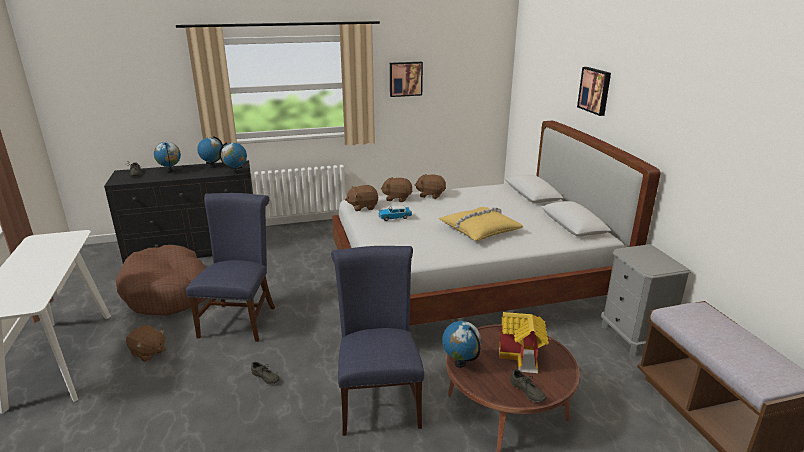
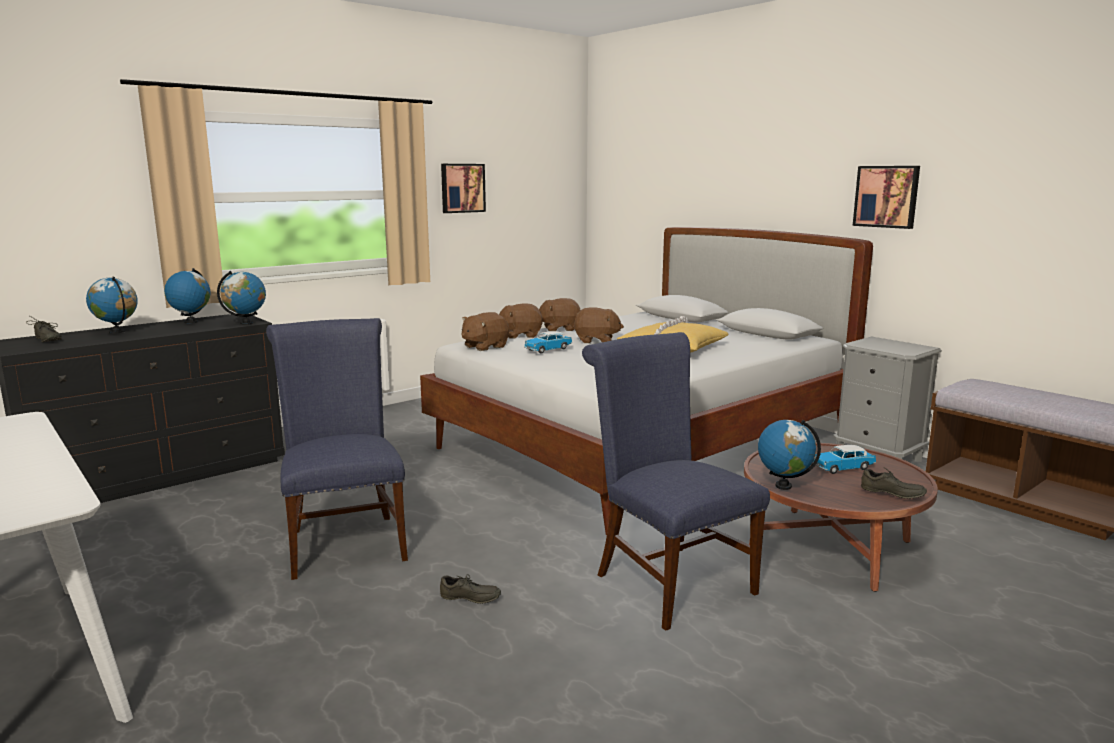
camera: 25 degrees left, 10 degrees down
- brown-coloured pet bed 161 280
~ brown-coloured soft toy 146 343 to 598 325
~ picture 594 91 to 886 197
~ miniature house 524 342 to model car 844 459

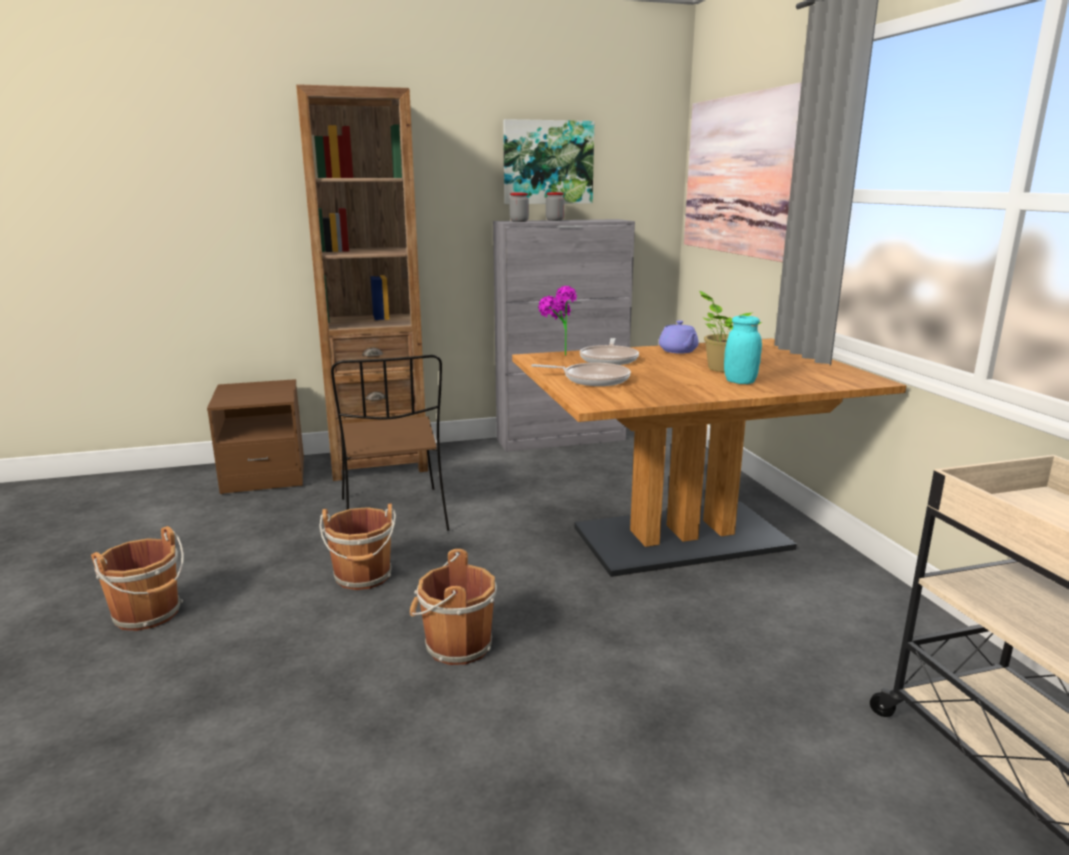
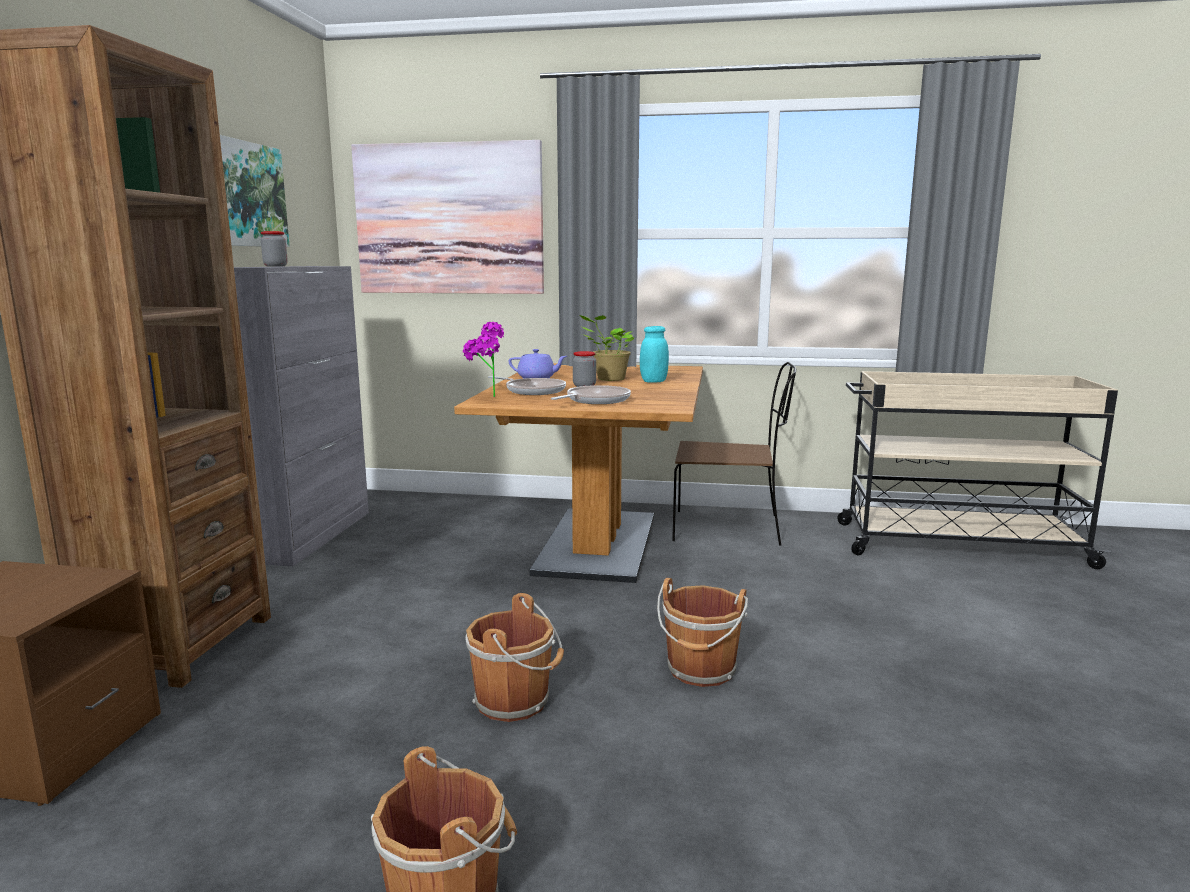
camera: 65 degrees left, 5 degrees down
~ brown-coloured chair 390 443 to 734 454
~ jar 519 207 to 584 369

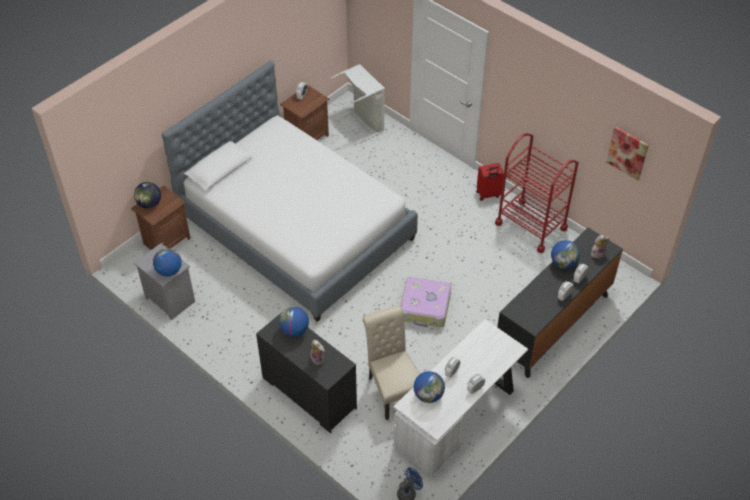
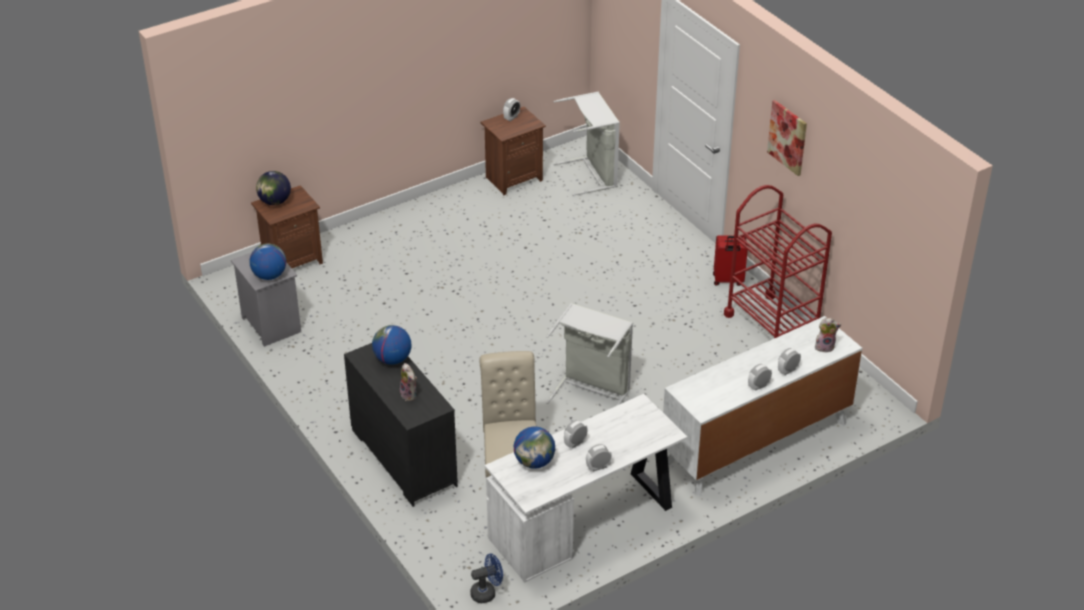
camera: 15 degrees right, 10 degrees down
- sleeping bed 290 191
- world globe 565 254
~ picture 627 153 to 787 138
~ travel case 425 302 to grey washing basket 589 354
~ black-coloured chest of drawers 560 303 to whitish chest of drawers 762 406

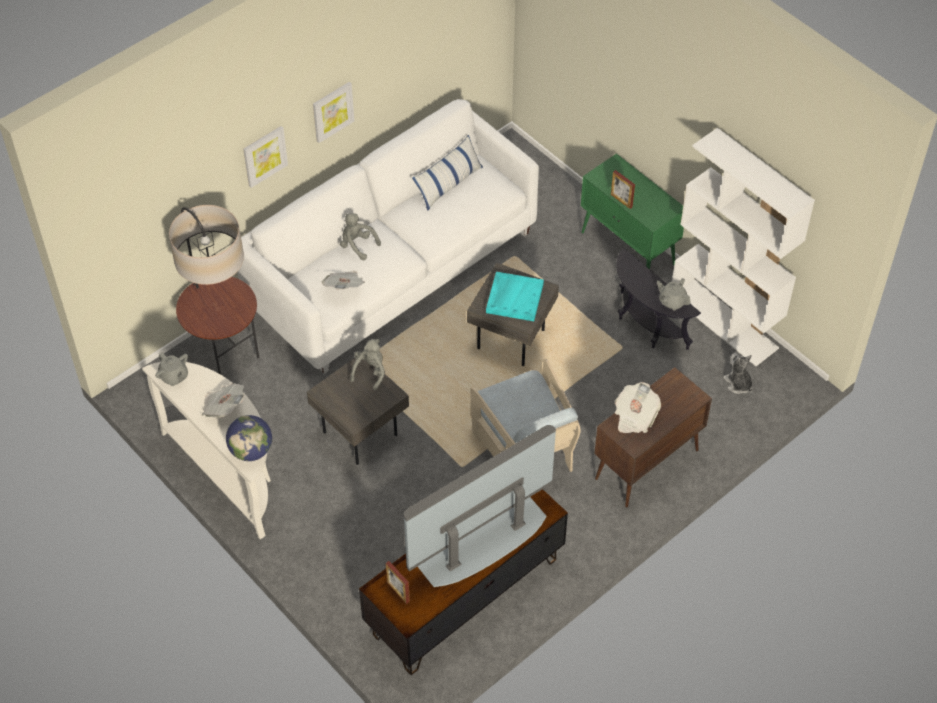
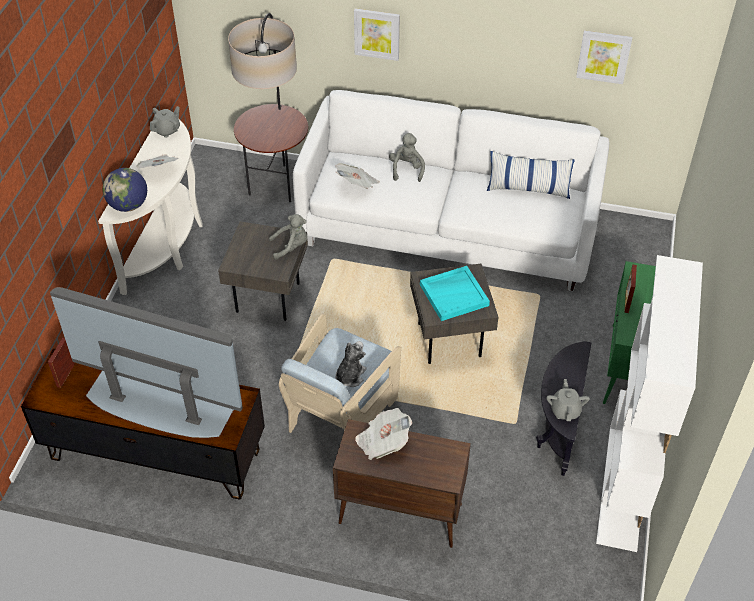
camera: 55 degrees right, 5 degrees down
~ picture 333 112 to 604 57
~ soft toy 738 373 to 351 364
~ grey pot for tea 171 369 = 165 122 150 degrees counterclockwise

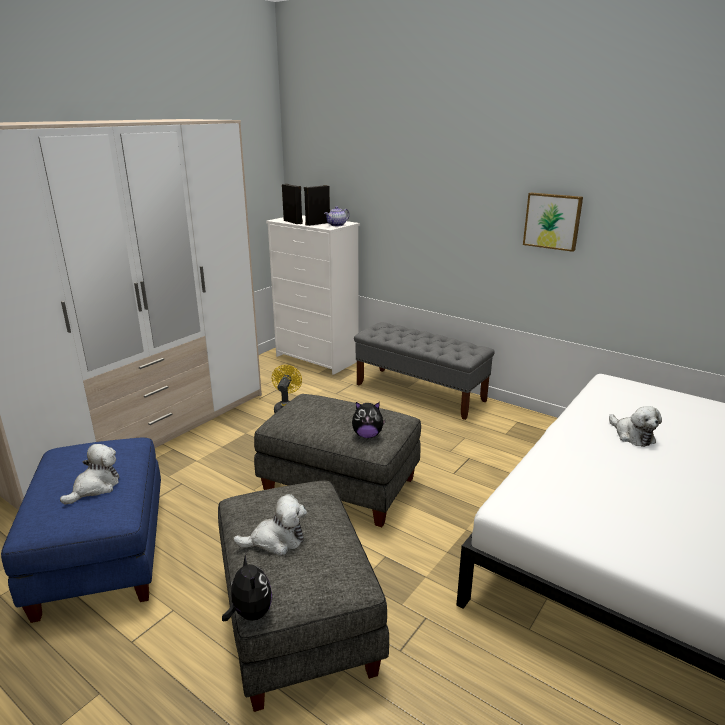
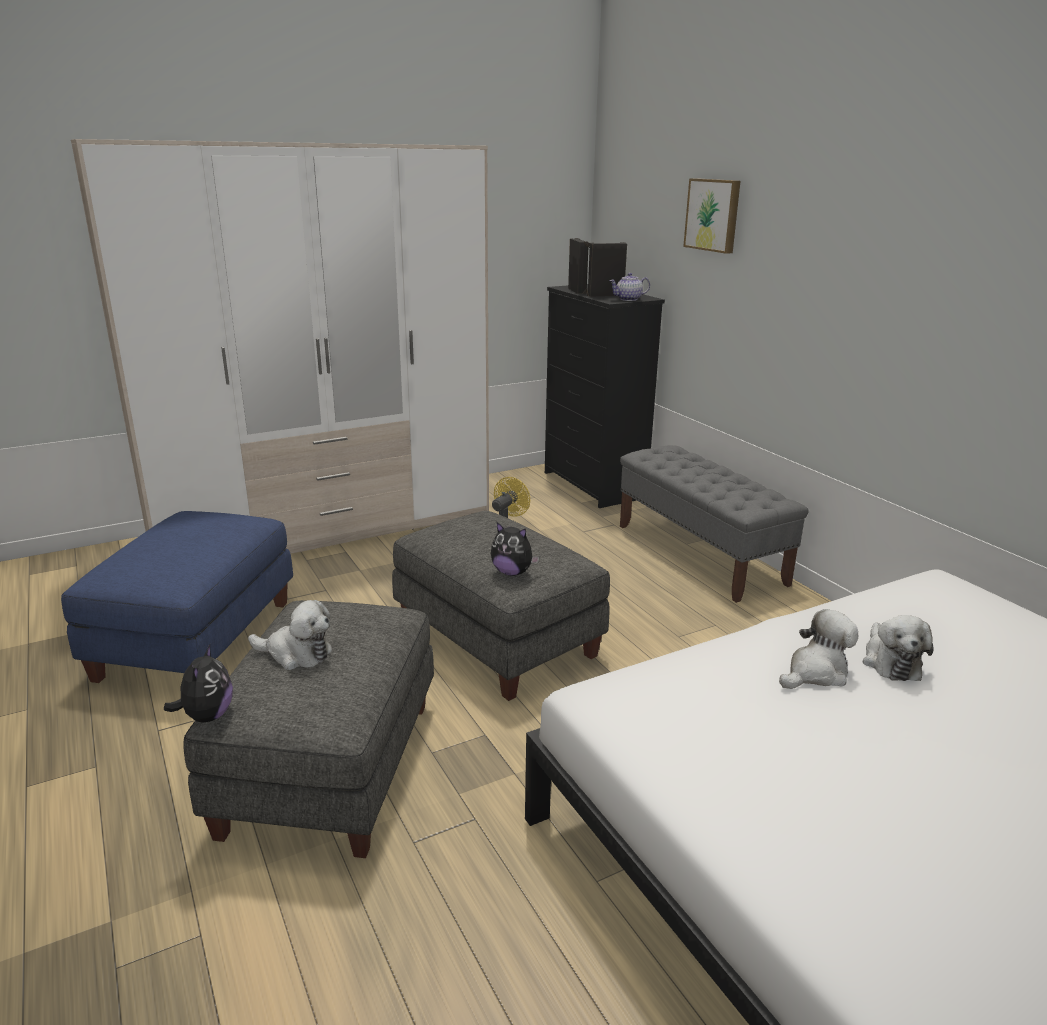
camera: 25 degrees right, 0 degrees up
~ soft toy 89 474 to 818 649
~ picture 553 222 to 712 216
~ whitish chest of drawers 313 295 to black-coloured chest of drawers 605 396

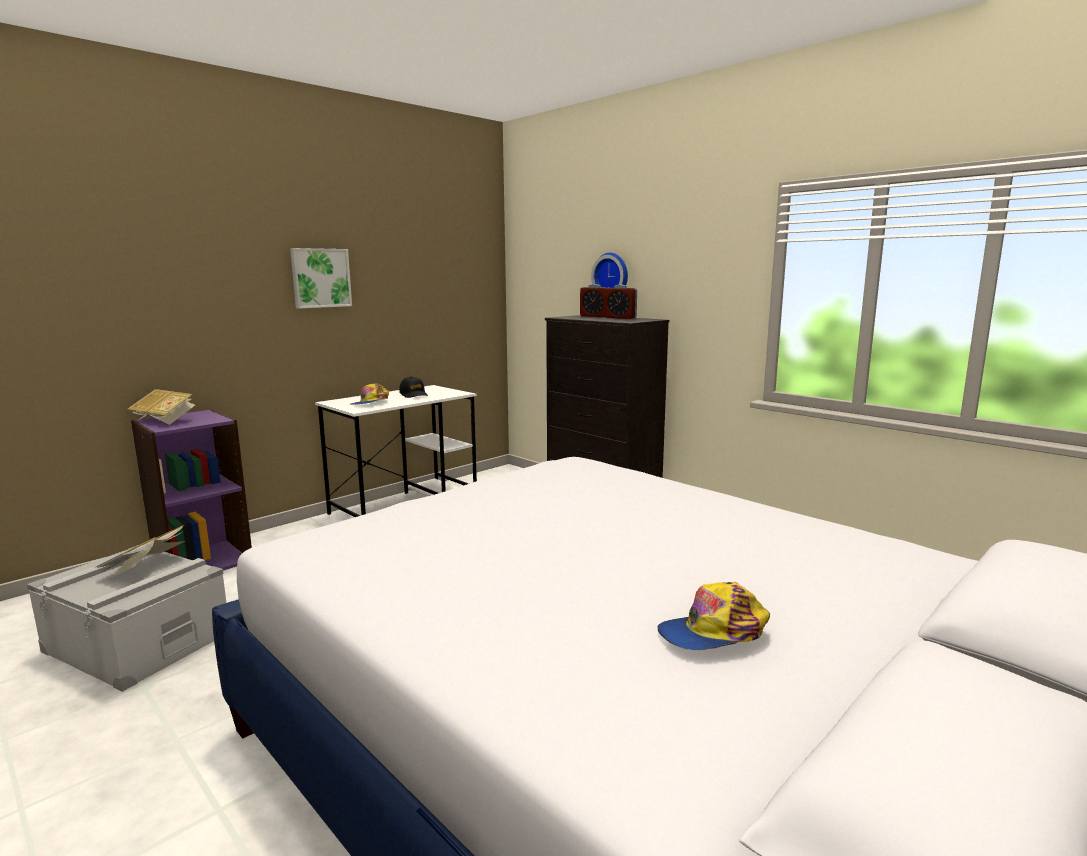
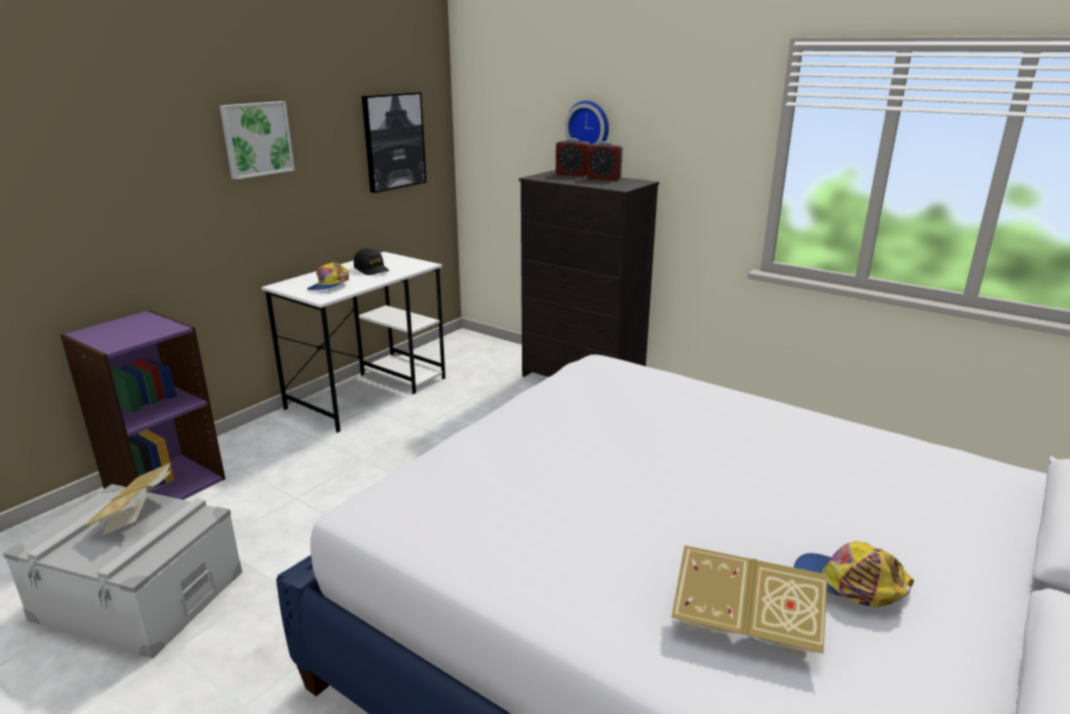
camera: 10 degrees left, 10 degrees up
+ picture 394 142
~ book 161 407 to 749 601
~ peaked cap 714 616 = 854 574 60 degrees clockwise

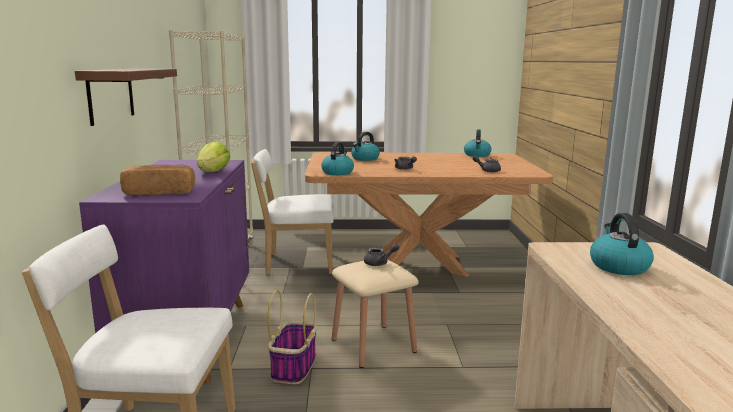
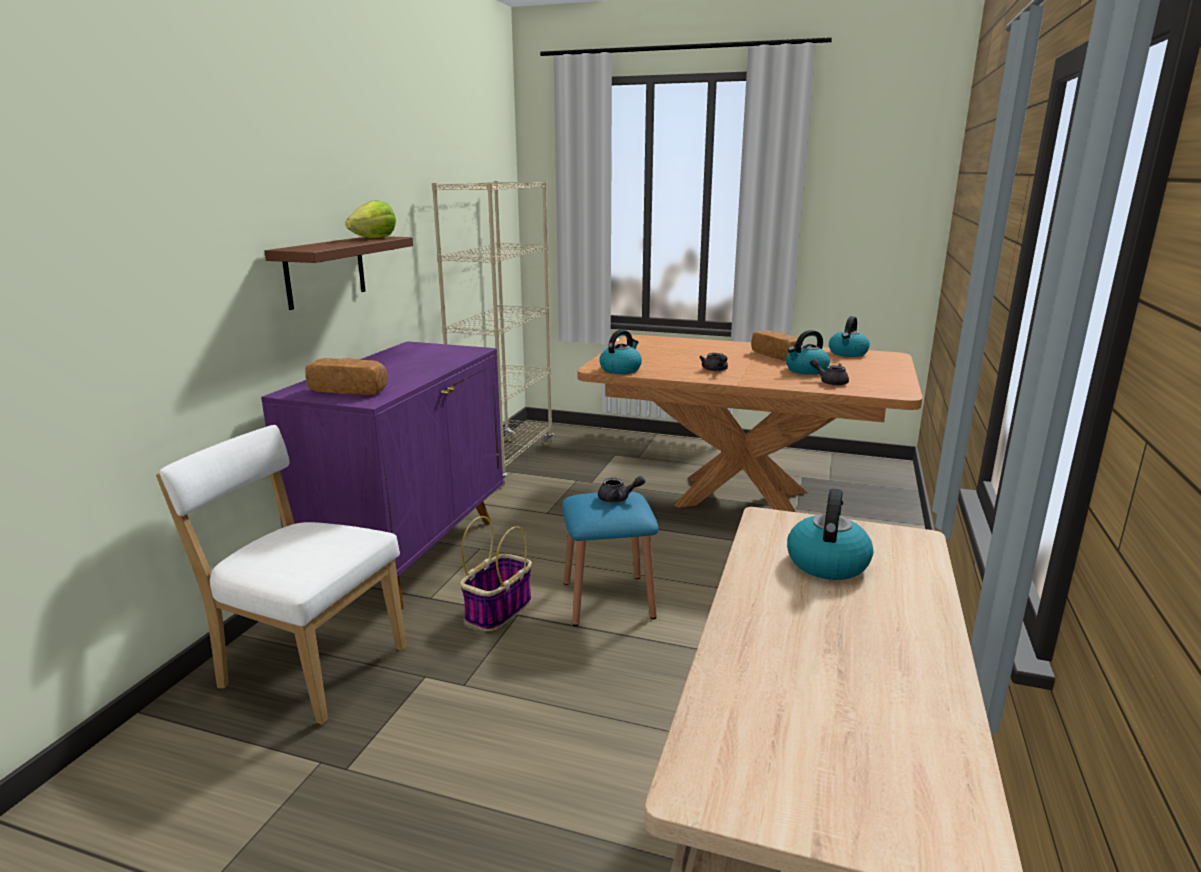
camera: 20 degrees right, 5 degrees up
- whitish chair 292 212
+ bakery bread 777 345
~ head of lettuce 213 156 to 370 219
~ water kettle 365 146 to 808 352
~ beige stool 375 314 to blue stool 610 559

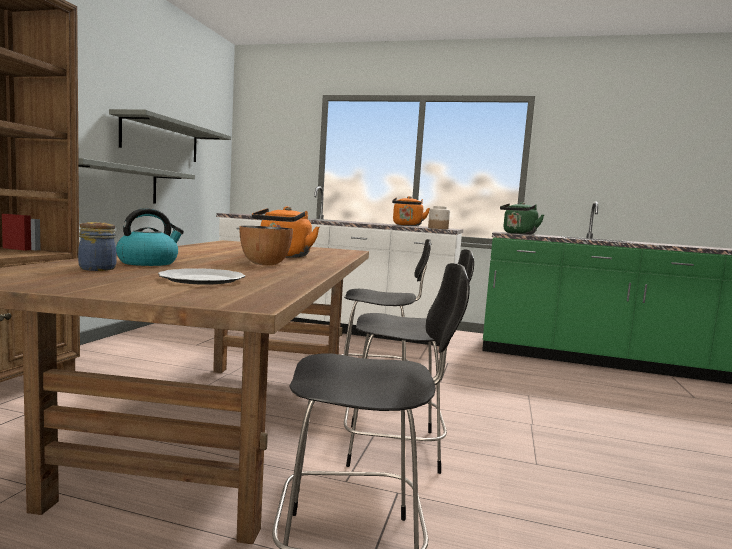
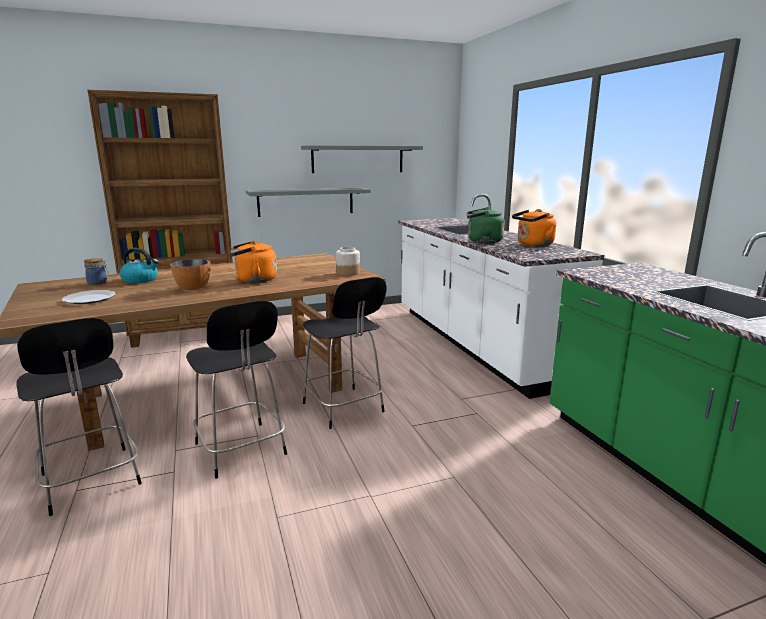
camera: 55 degrees right, 10 degrees up
~ jar 439 217 to 348 261
~ greenish water kettle 522 218 to 486 225

